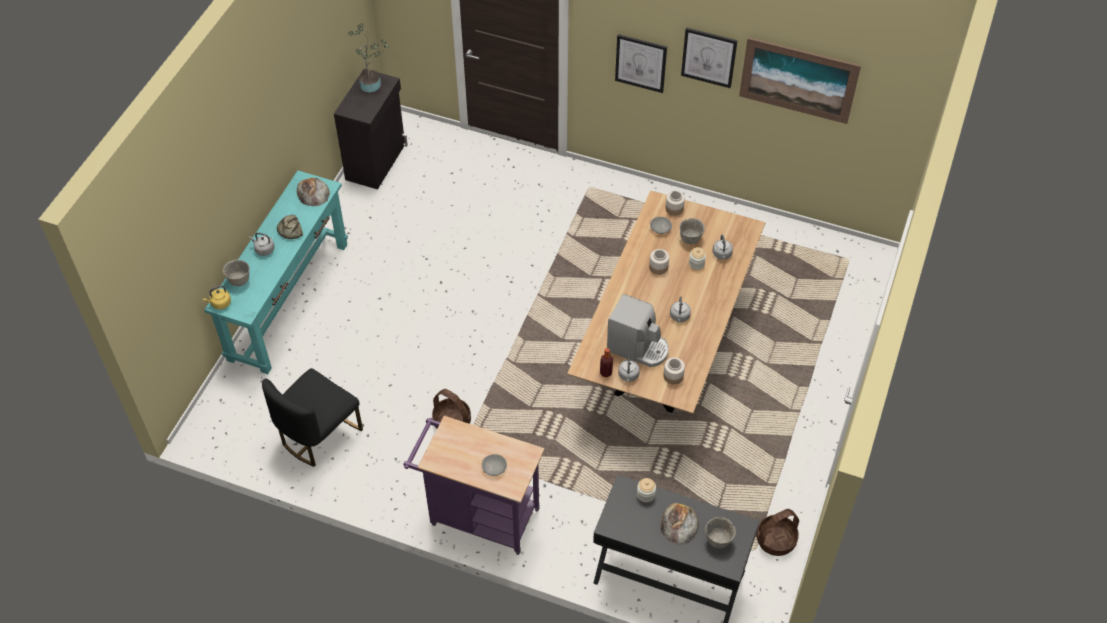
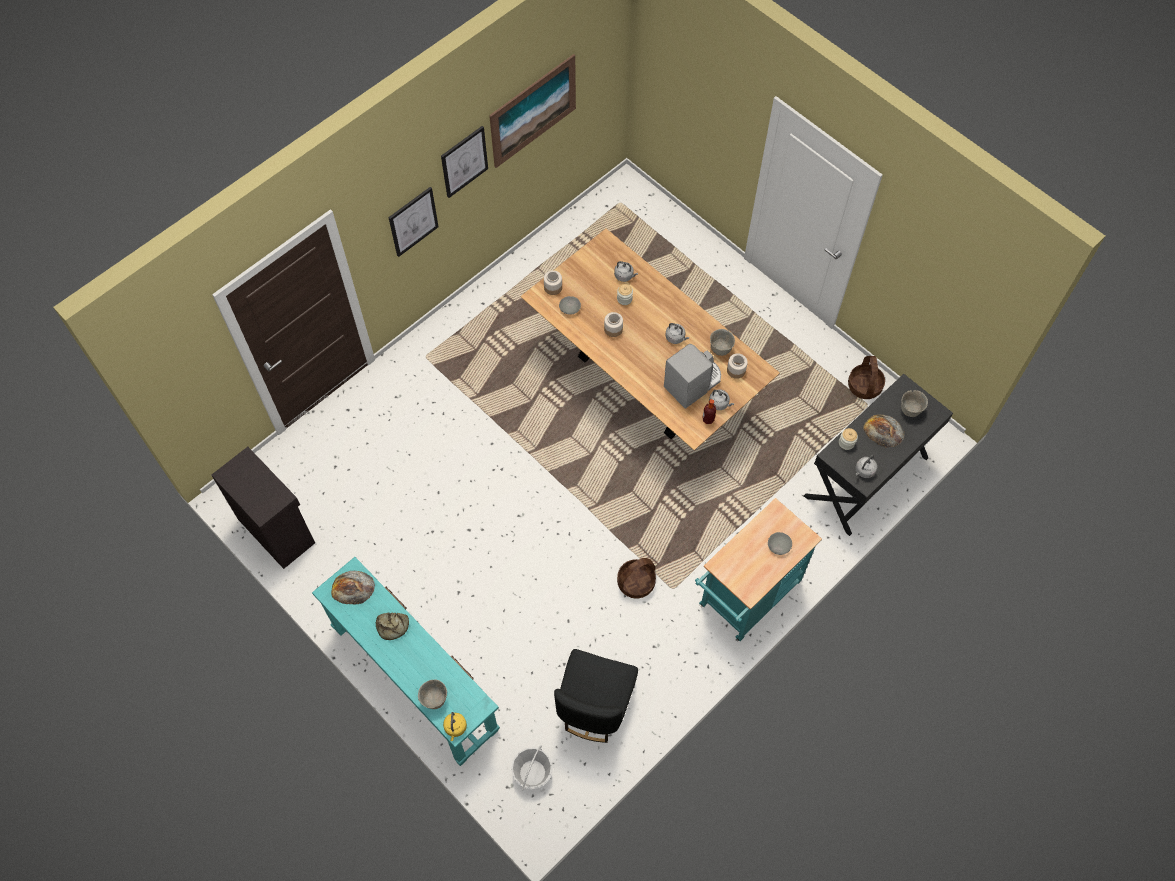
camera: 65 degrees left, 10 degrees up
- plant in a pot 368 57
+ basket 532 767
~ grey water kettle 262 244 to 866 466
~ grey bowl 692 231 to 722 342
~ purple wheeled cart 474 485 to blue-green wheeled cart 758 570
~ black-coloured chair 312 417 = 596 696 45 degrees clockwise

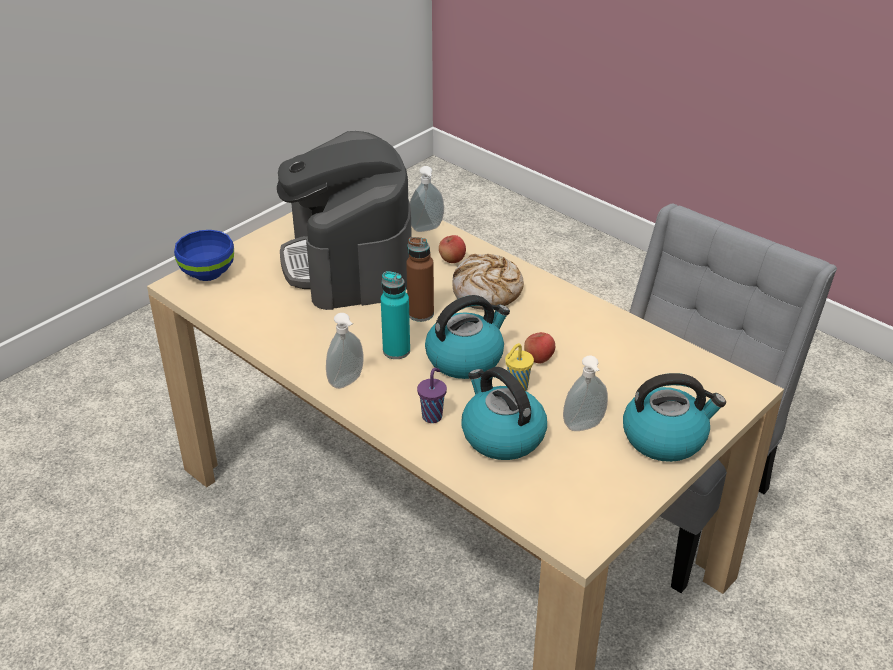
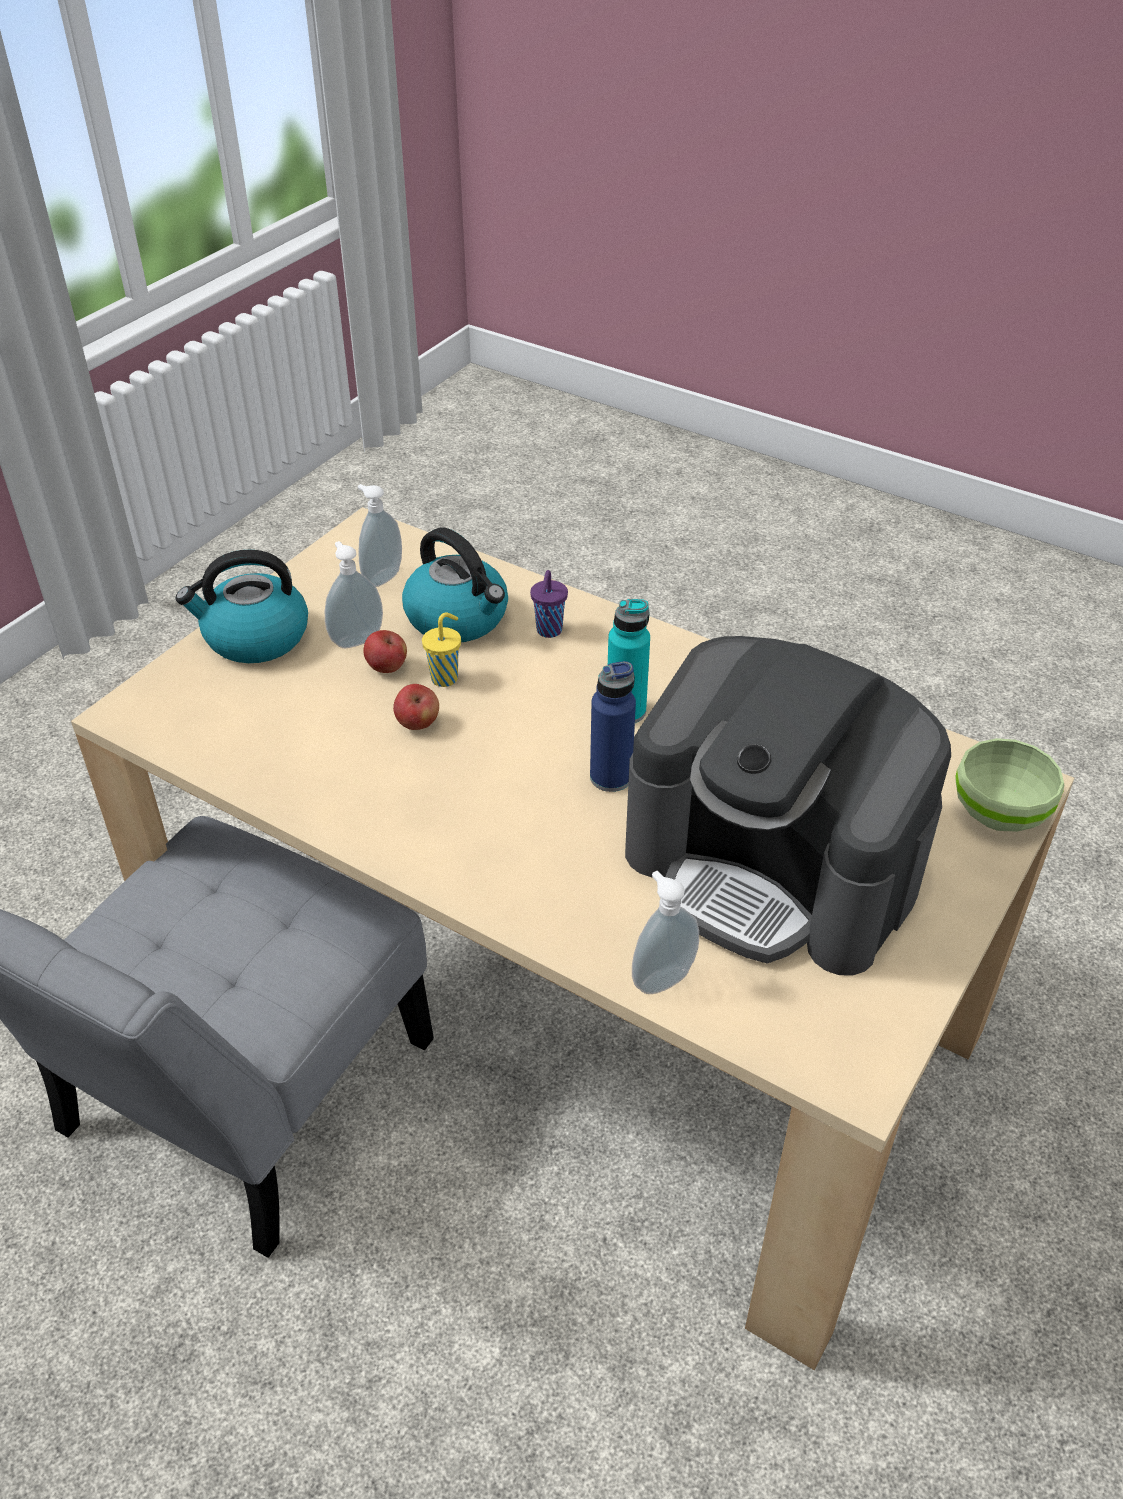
camera: 170 degrees right, 5 degrees up
- water kettle 467 337
- bakery bread 488 282
~ liquid soap bottle 345 351 to 380 535
~ whole apple 452 249 to 385 651
~ blue bowl 204 255 to greenish bowl 1009 785
~ brown-coloured bottle 420 279 to blue bottle 613 726
~ coffee maker 344 220 = 788 806 150 degrees clockwise

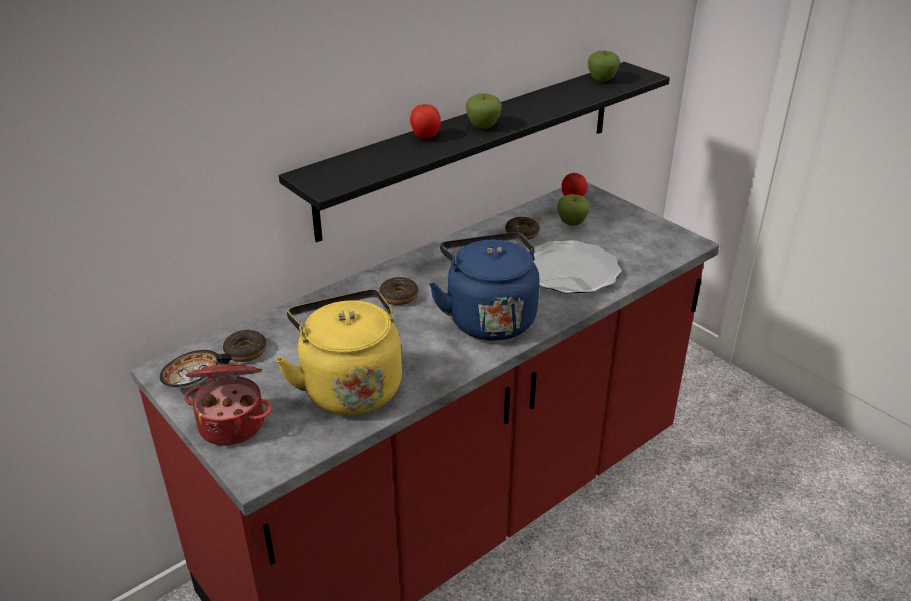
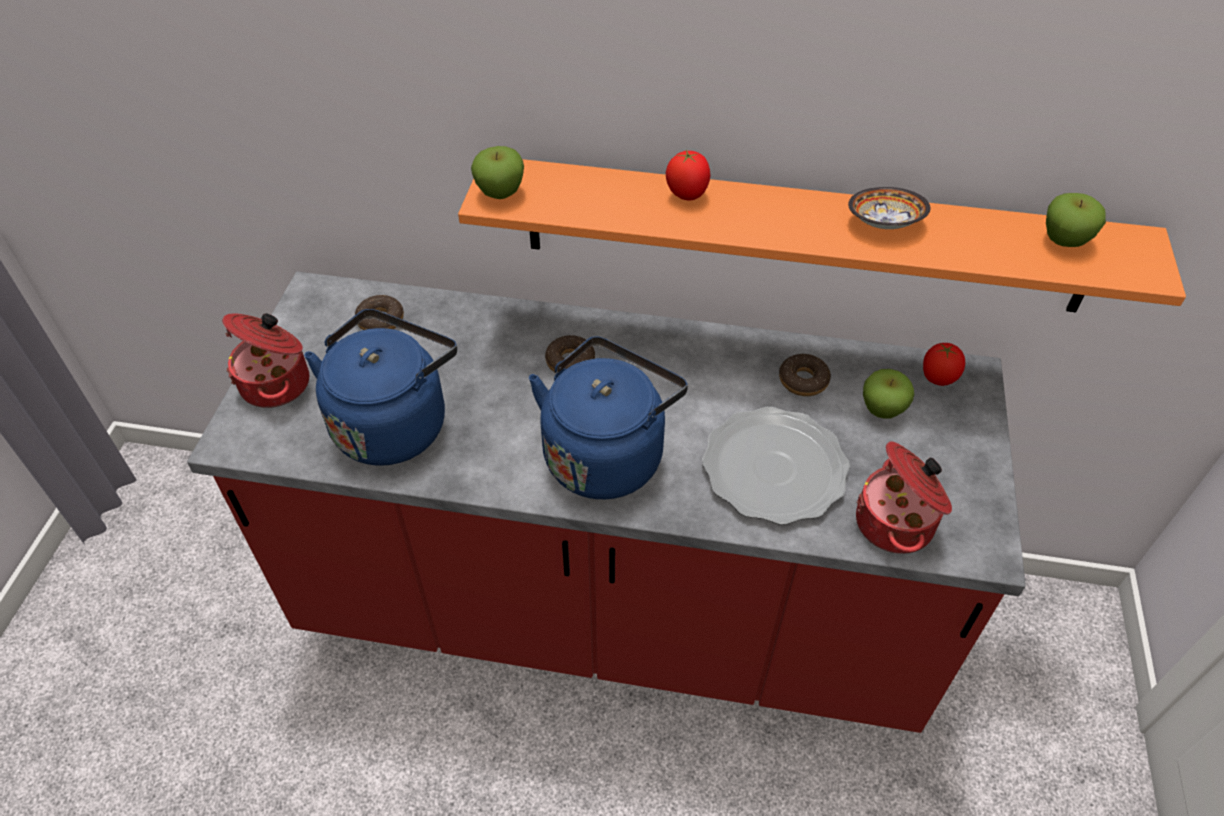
camera: 50 degrees right, 15 degrees up
+ stockpot 904 497
~ bowl 189 369 to 889 208
~ whole apple 484 111 to 497 172
~ yellow-coloured water kettle 339 352 to blue water kettle 380 387
~ black-coloured shelf 474 152 to orange shelf 822 235

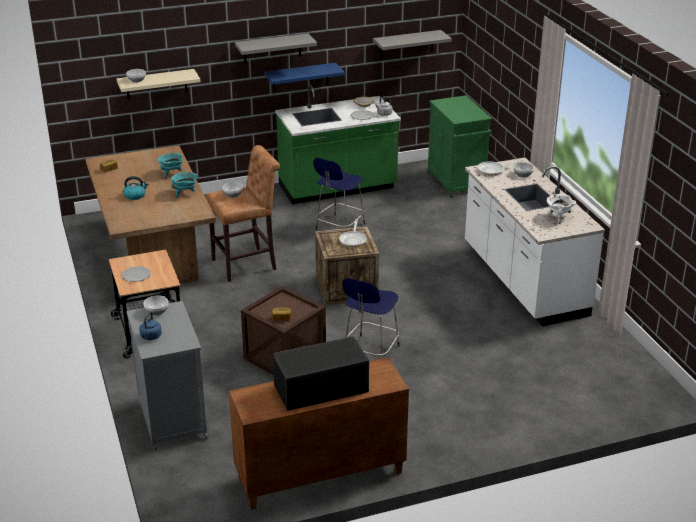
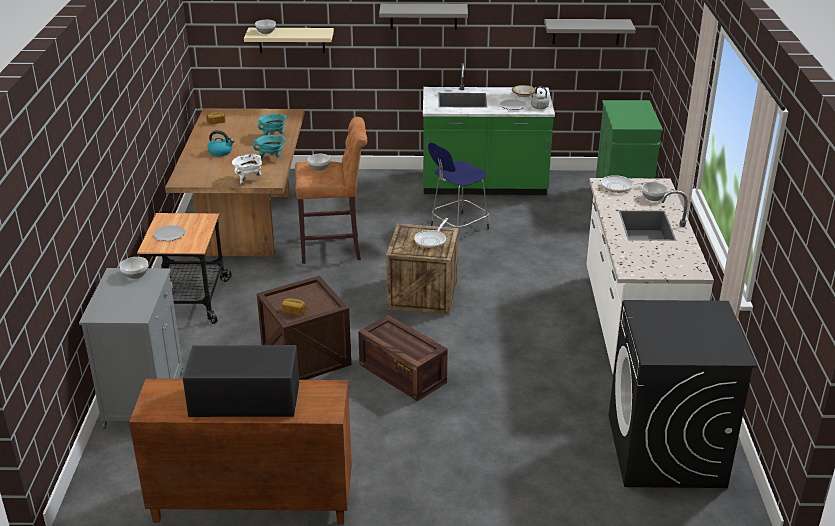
camera: 20 degrees right, 0 degrees up
- blue water kettle 150 326
- blue shelf 304 77
+ black-coloured laundry appliance 682 394
~ whitish stockpot 561 209 to 247 169
~ blue stool 371 318 to packing crate 403 358

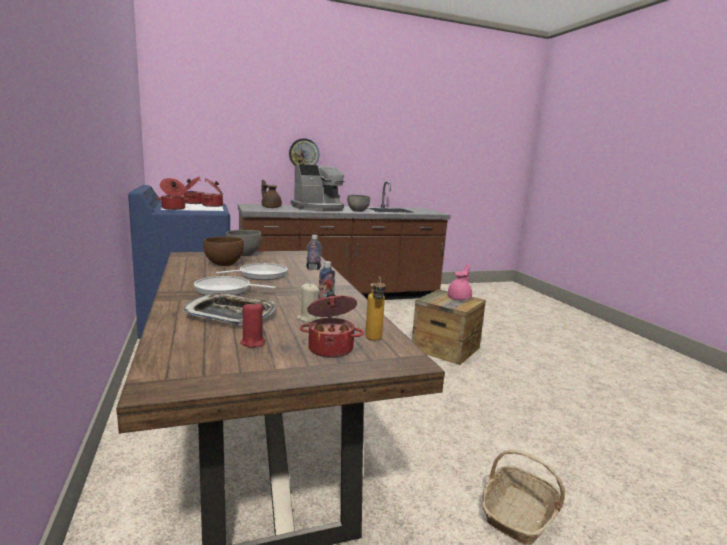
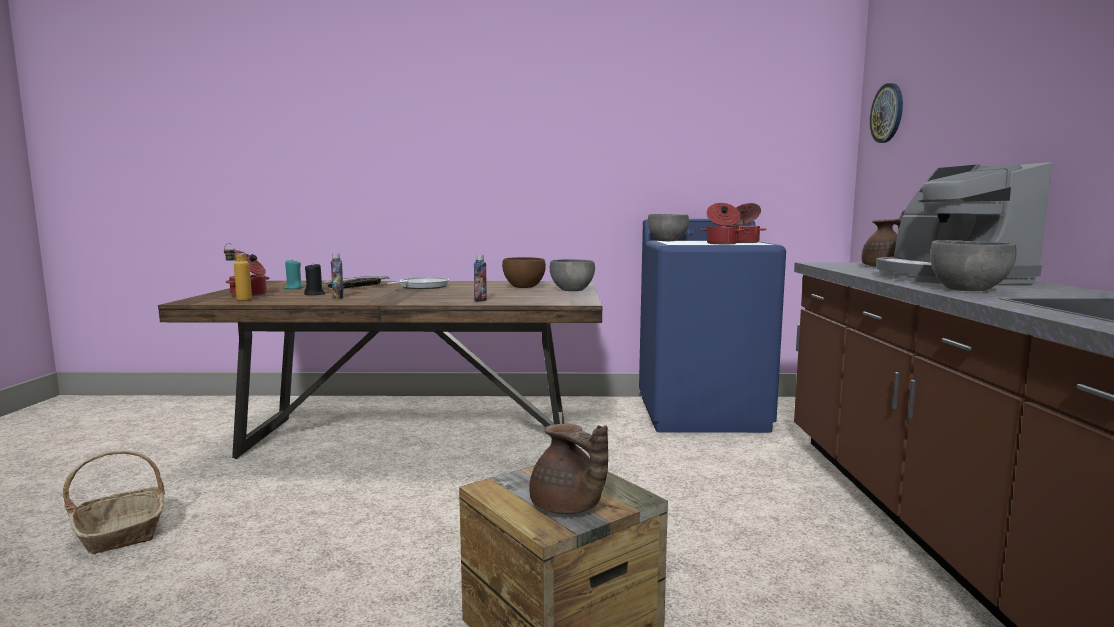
camera: 110 degrees right, 5 degrees down
- skillet 251 271
~ clock on the wall 304 152 to 886 113
~ stockpot 173 194 to grey bowl 668 227
~ red-coloured wax light 253 325 to blue-green wax light 294 274
~ beige wax light 309 302 to black-coloured wax light 314 279
~ pinkish pot for tea 460 282 to brown-coloured pot for tea 568 469

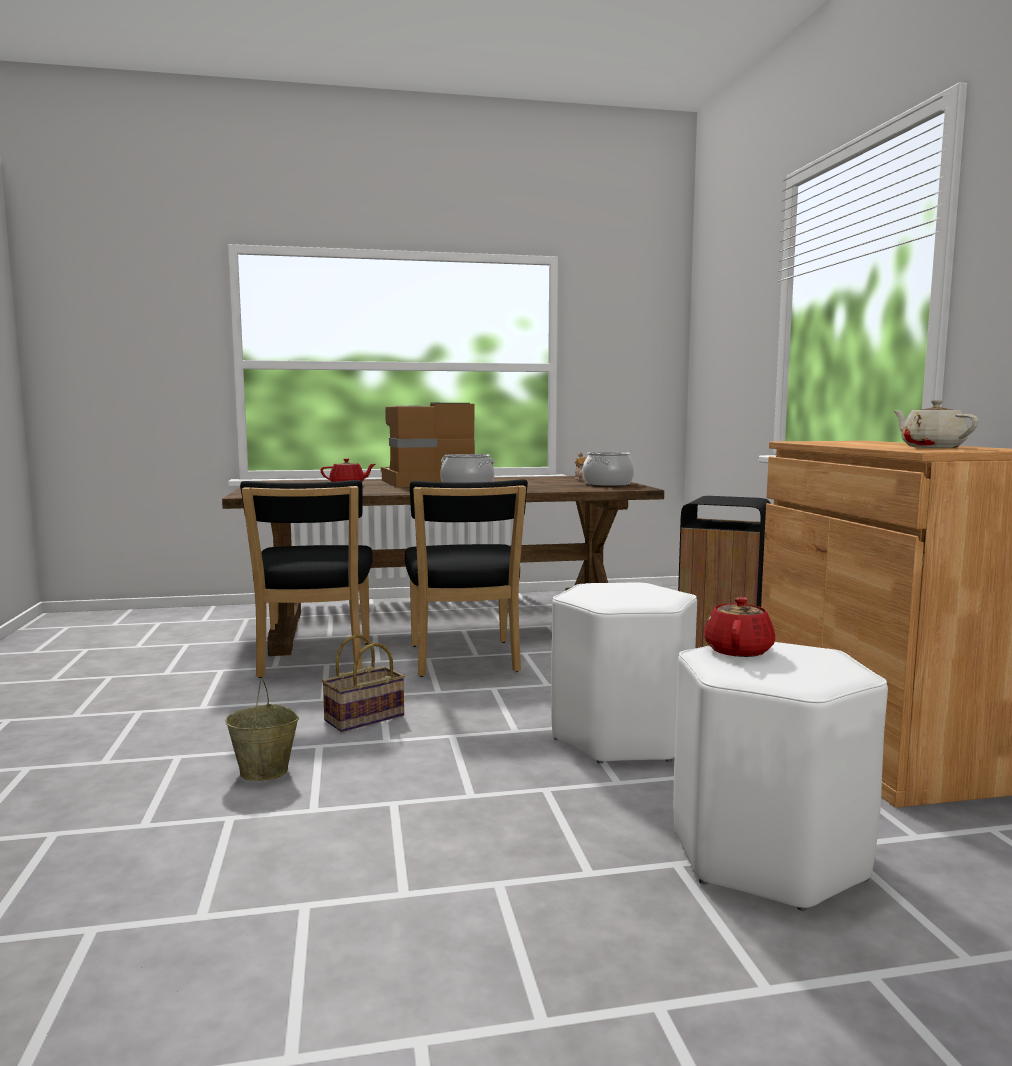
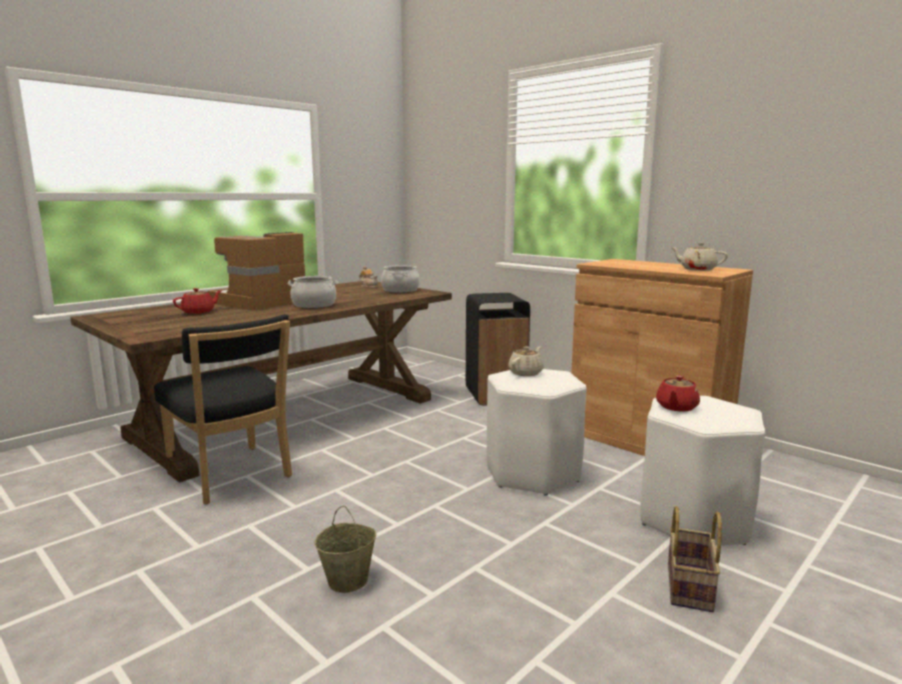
camera: 35 degrees left, 5 degrees up
- black-coloured chair 466 578
+ beige pot for tea 526 361
~ basket 363 683 to 695 559
~ red-coloured pot for tea 739 627 = 678 393 135 degrees counterclockwise

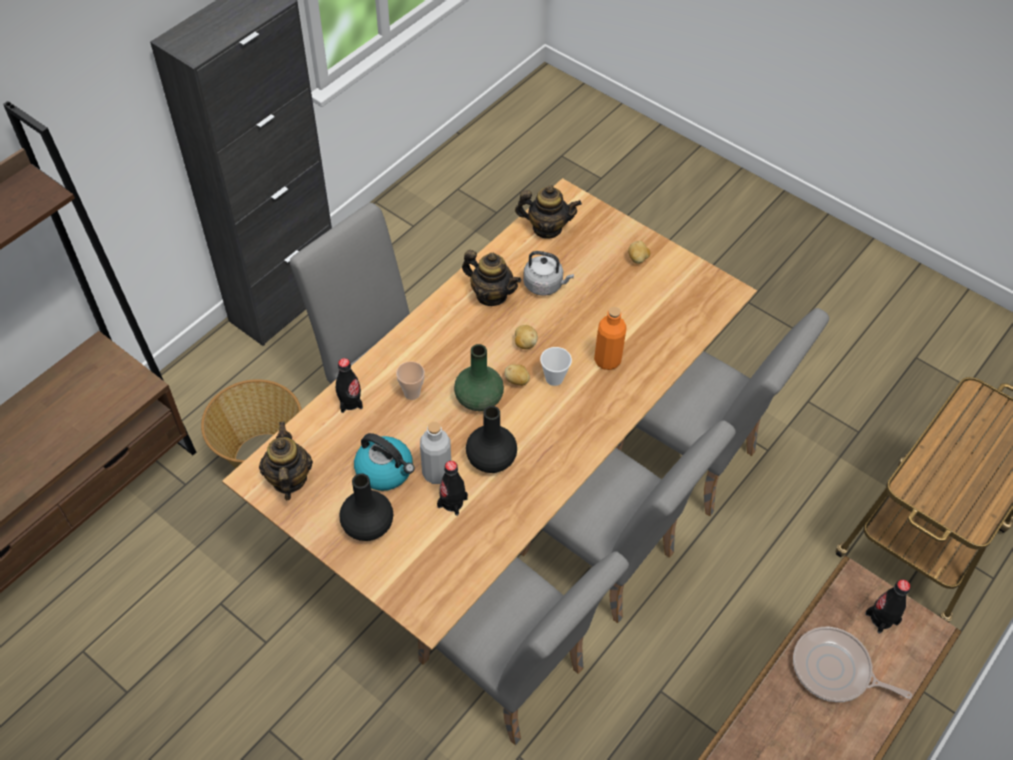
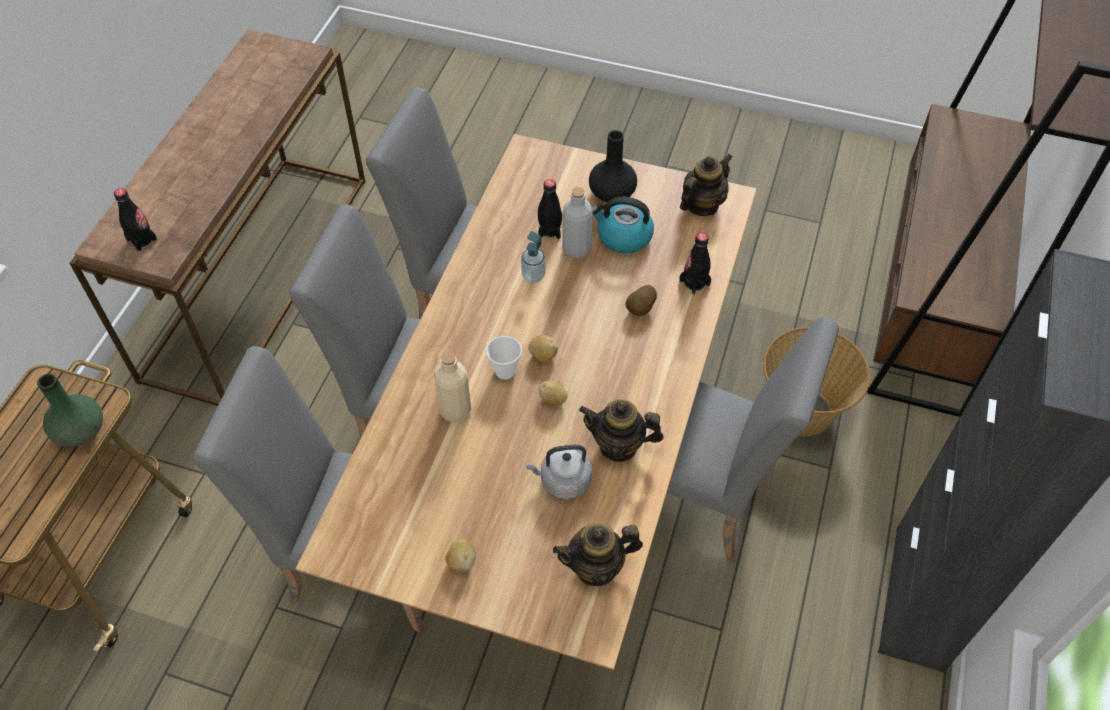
camera: 160 degrees right, 0 degrees up
- skillet 852 664
~ greenish flower vase 479 377 to 70 410
~ drinking cup 410 380 to whole potato 641 300
~ black-coloured flower vase 491 439 to liquid soap bottle 533 257
~ orange bottle 610 338 to beige bottle 452 387
~ pot for tea 286 461 = 706 185 105 degrees counterclockwise

